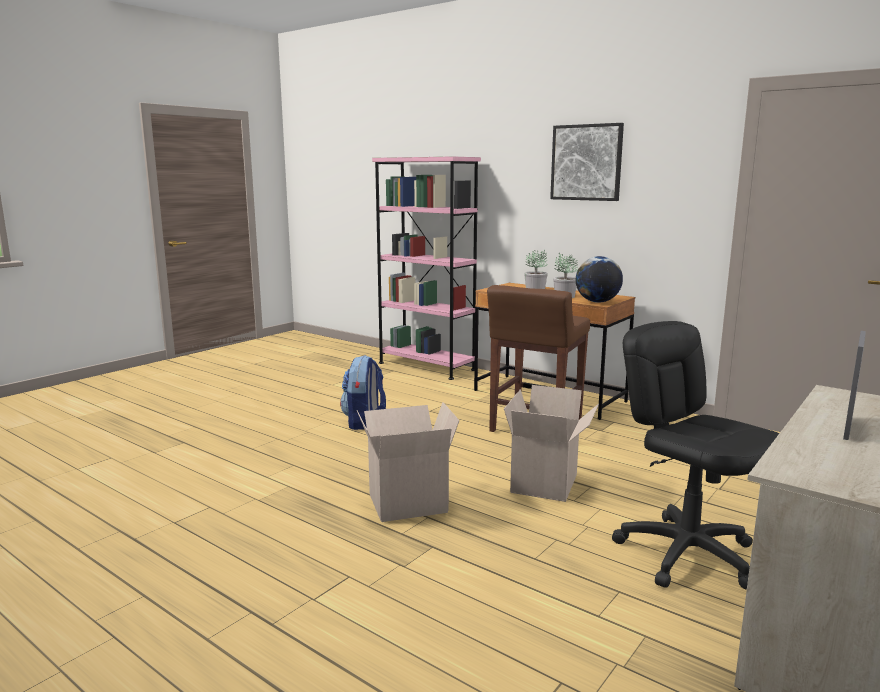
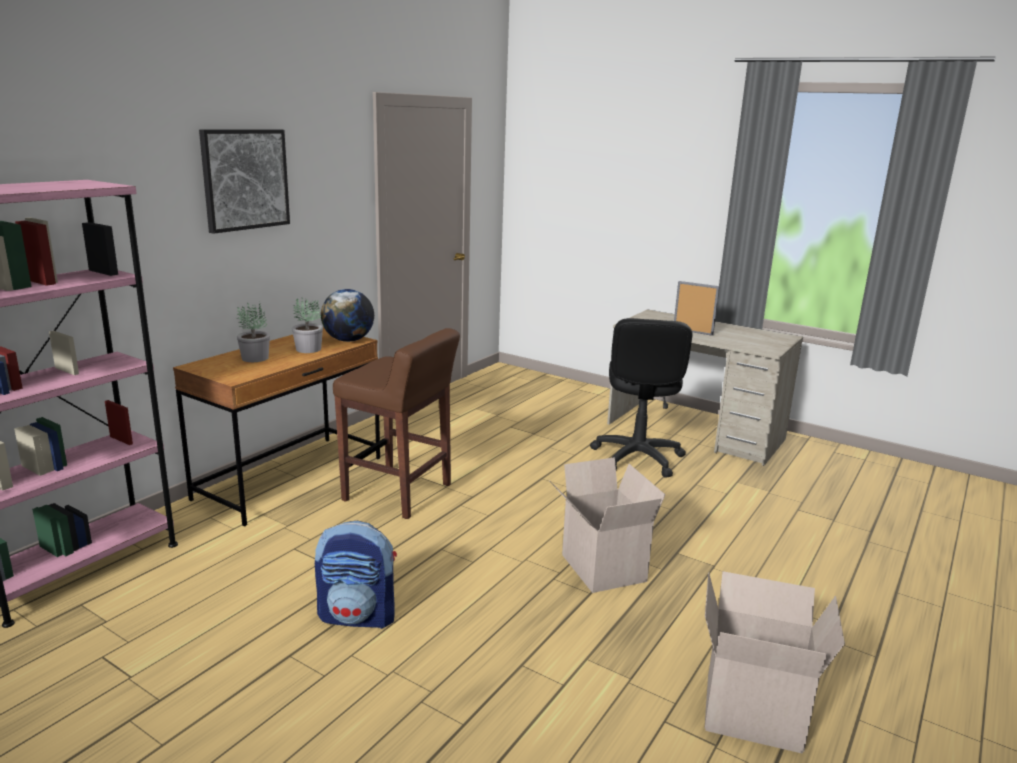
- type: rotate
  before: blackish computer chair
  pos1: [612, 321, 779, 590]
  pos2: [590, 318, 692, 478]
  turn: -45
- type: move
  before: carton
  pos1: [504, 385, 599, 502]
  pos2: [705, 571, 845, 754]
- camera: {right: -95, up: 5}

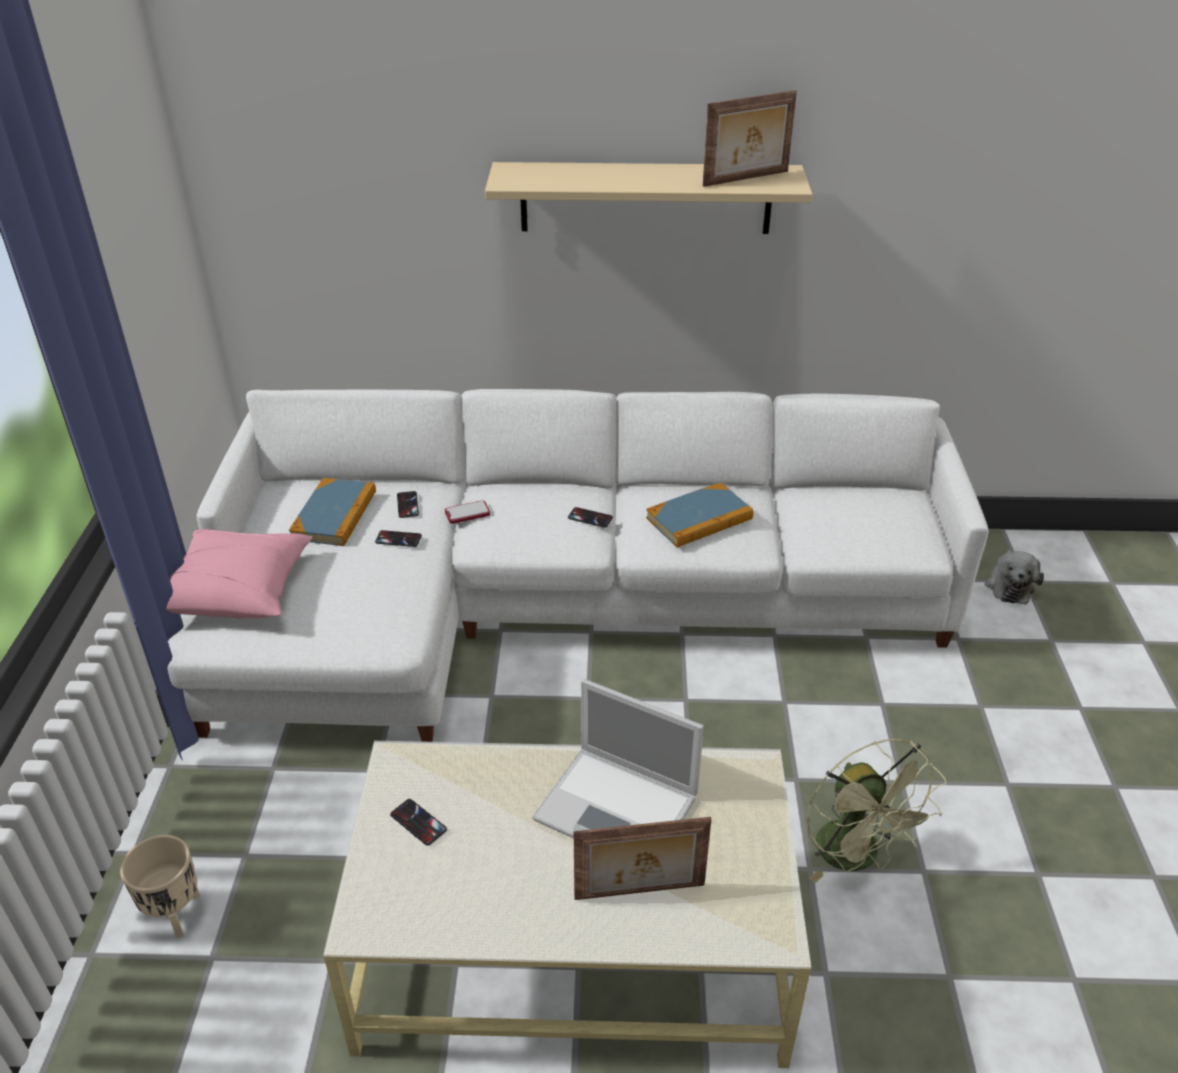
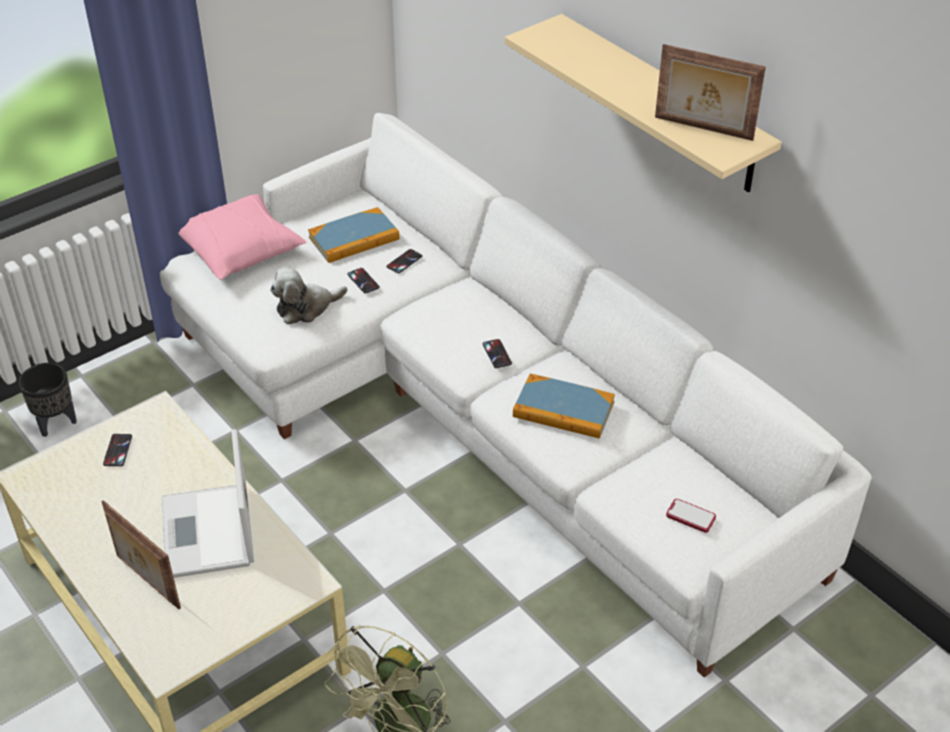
- type: recolor
  before: beige-coloured planter
  after: blackish planter
  pos1: [120, 835, 200, 938]
  pos2: [19, 363, 77, 437]
- type: move
  before: soft toy
  pos1: [985, 550, 1044, 605]
  pos2: [270, 267, 347, 324]
- type: move
  before: handset
  pos1: [445, 500, 490, 524]
  pos2: [666, 499, 716, 533]
- camera: {right: 50, up: 5}

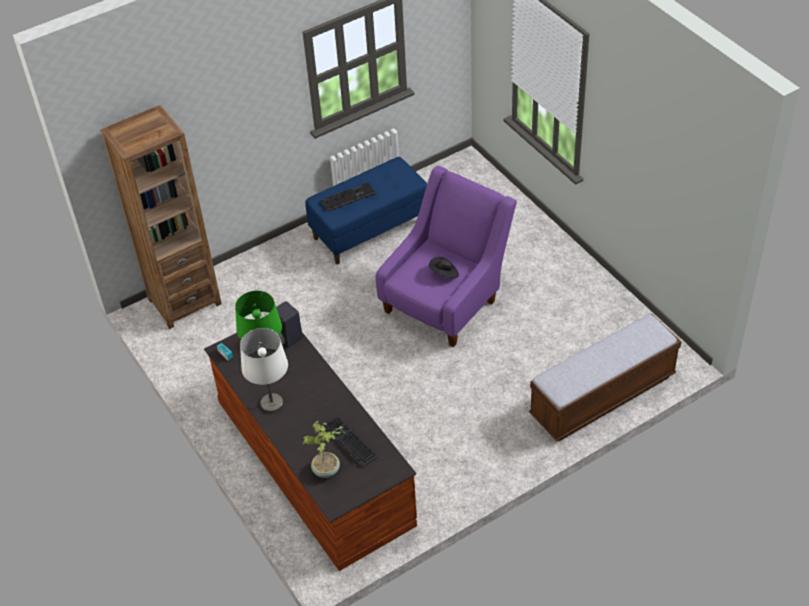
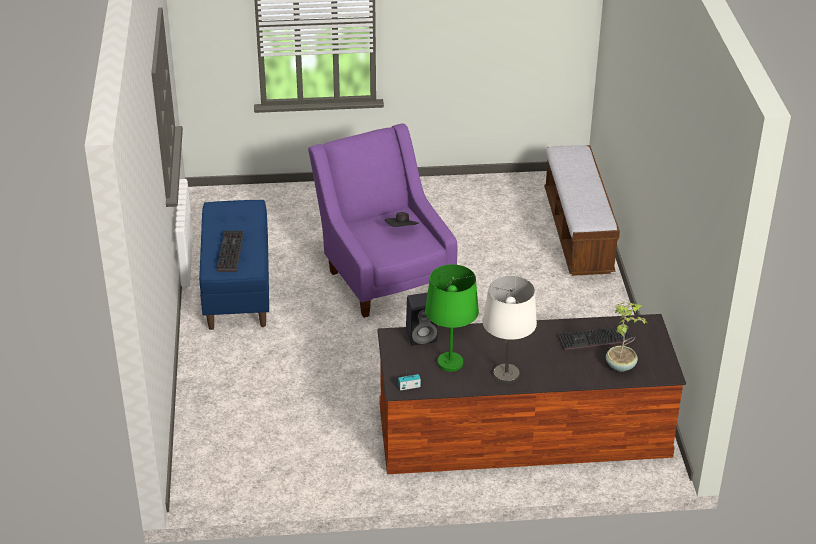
- type: delete
  before: brownish bookcase
  pos1: [101, 105, 222, 329]
- camera: {right: -65, up: -10}

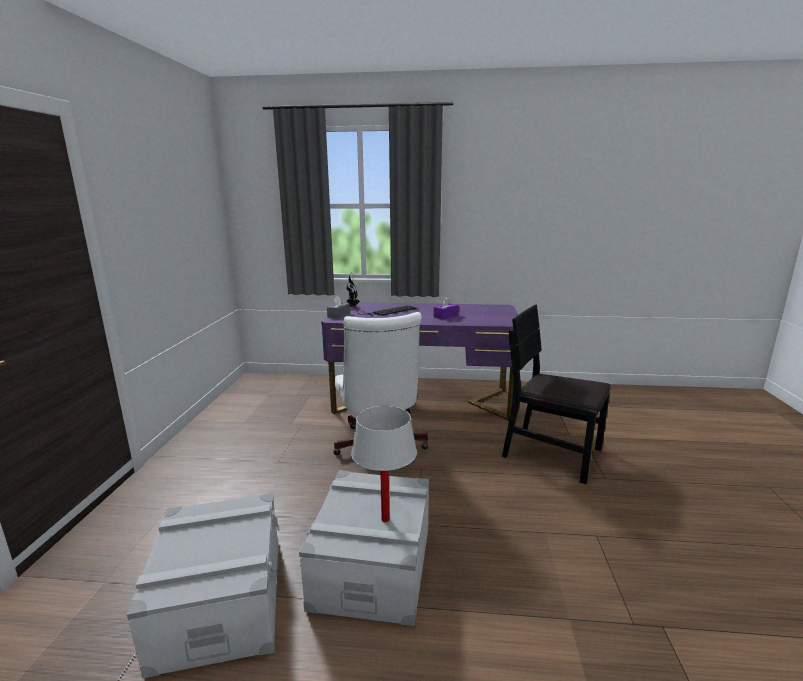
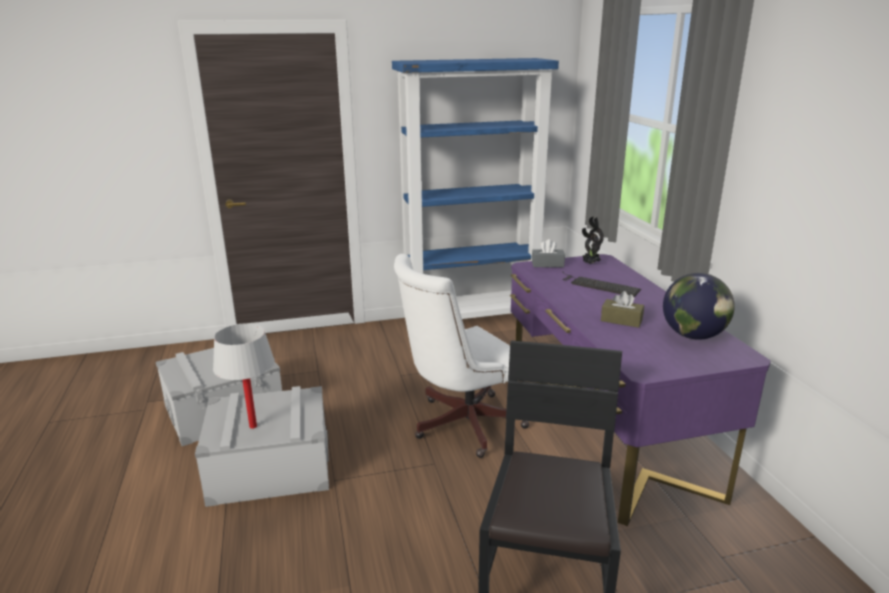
- type: insert
  after: blue-coloured bookcase
  pos2: [392, 58, 559, 319]
- type: recolor
  before: purple-coloured tissue box
  after: brownish tissue box
  pos1: [434, 296, 459, 320]
  pos2: [601, 291, 644, 328]
- type: insert
  after: world globe
  pos2: [663, 273, 735, 340]
- camera: {right: 70, up: 5}

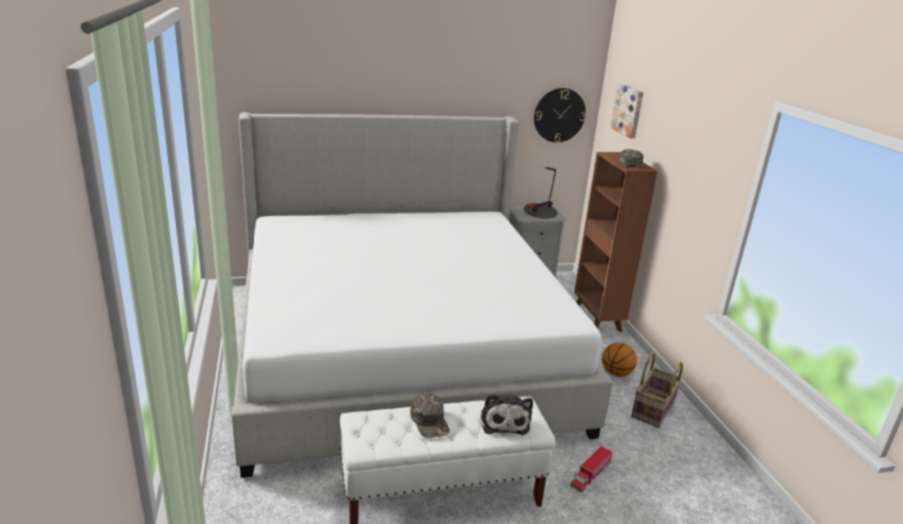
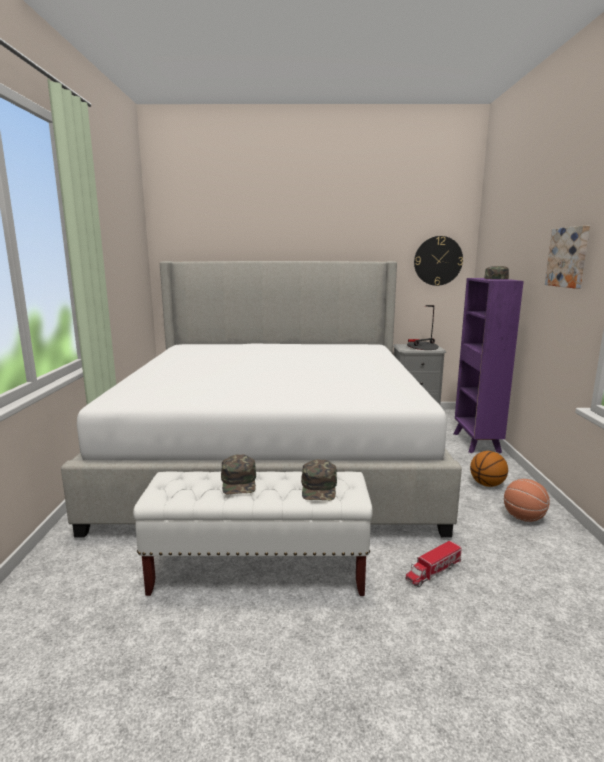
- type: replace
  before: soft toy
  after: greenish cap
  pos1: [481, 394, 533, 435]
  pos2: [301, 459, 337, 500]
- type: recolor
  before: brownish bookcase
  after: purple-coloured bookcase
  pos1: [574, 152, 658, 332]
  pos2: [453, 278, 524, 453]
- type: replace
  before: storage basket
  after: basketball
  pos1: [631, 352, 683, 428]
  pos2: [504, 479, 550, 522]
- type: move
  before: wall art
  pos1: [610, 84, 644, 139]
  pos2: [545, 225, 590, 288]
- camera: {right: 15, up: -10}

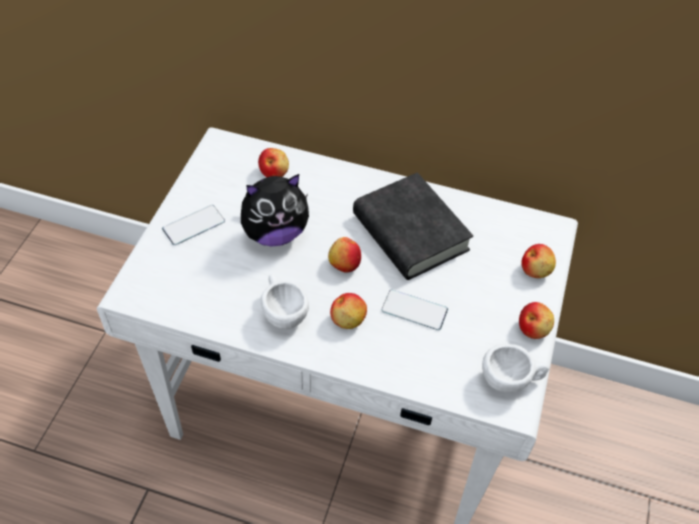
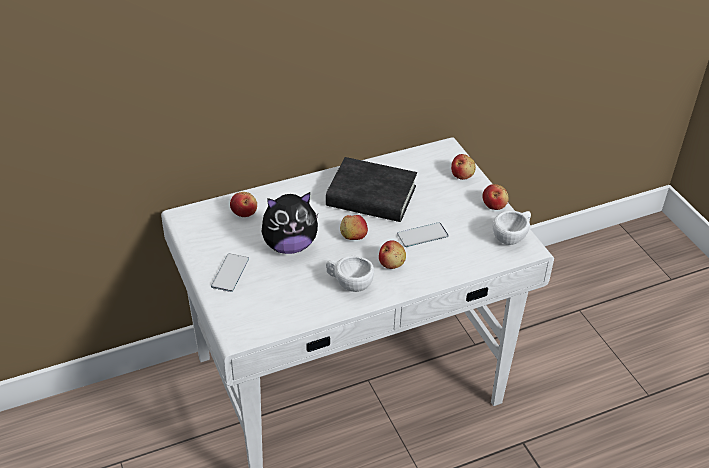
- type: rotate
  before: soft toy
  pos1: [241, 174, 309, 247]
  pos2: [262, 192, 318, 254]
  turn: 45
- camera: {right: -40, up: -10}

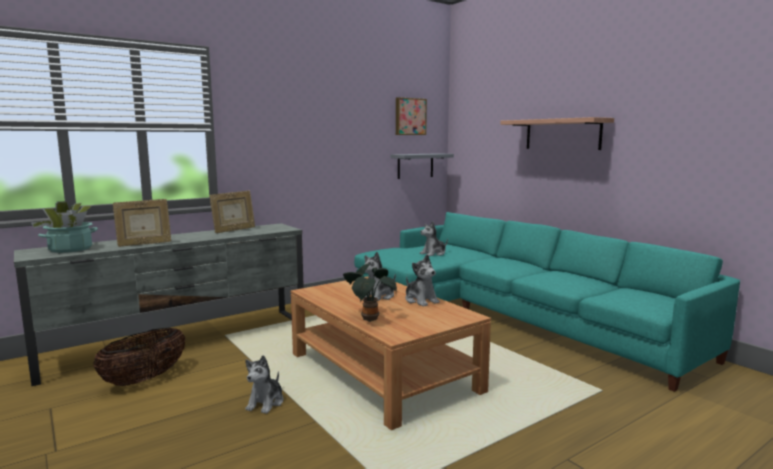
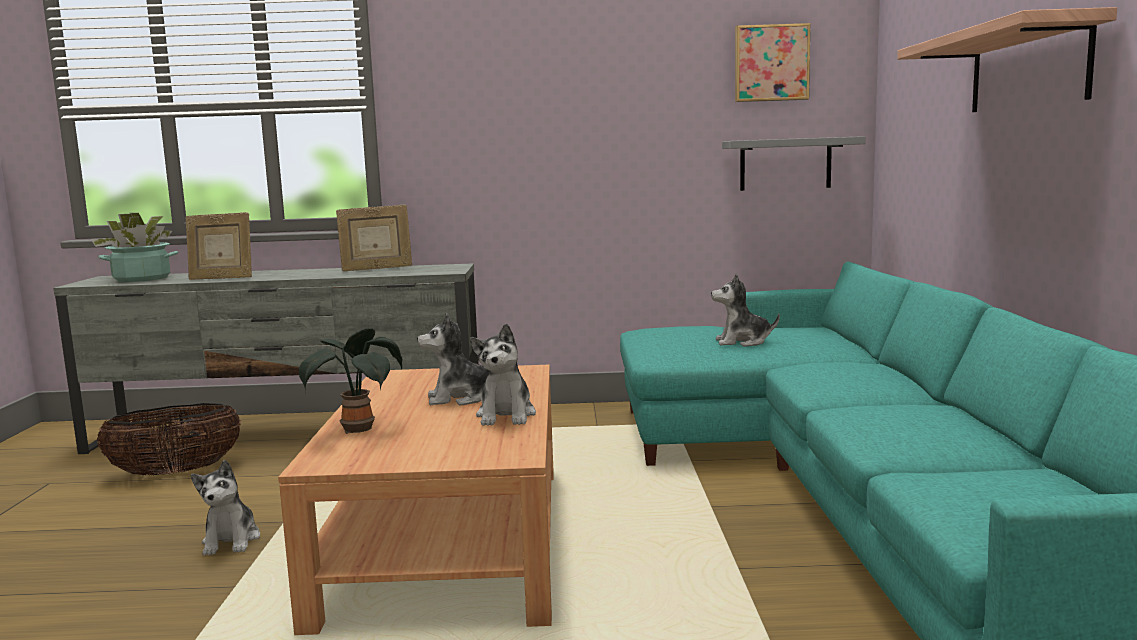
- type: rotate
  before: soft toy
  pos1: [245, 355, 283, 414]
  pos2: [191, 460, 260, 556]
  turn: -60
- camera: {right: 35, up: 0}

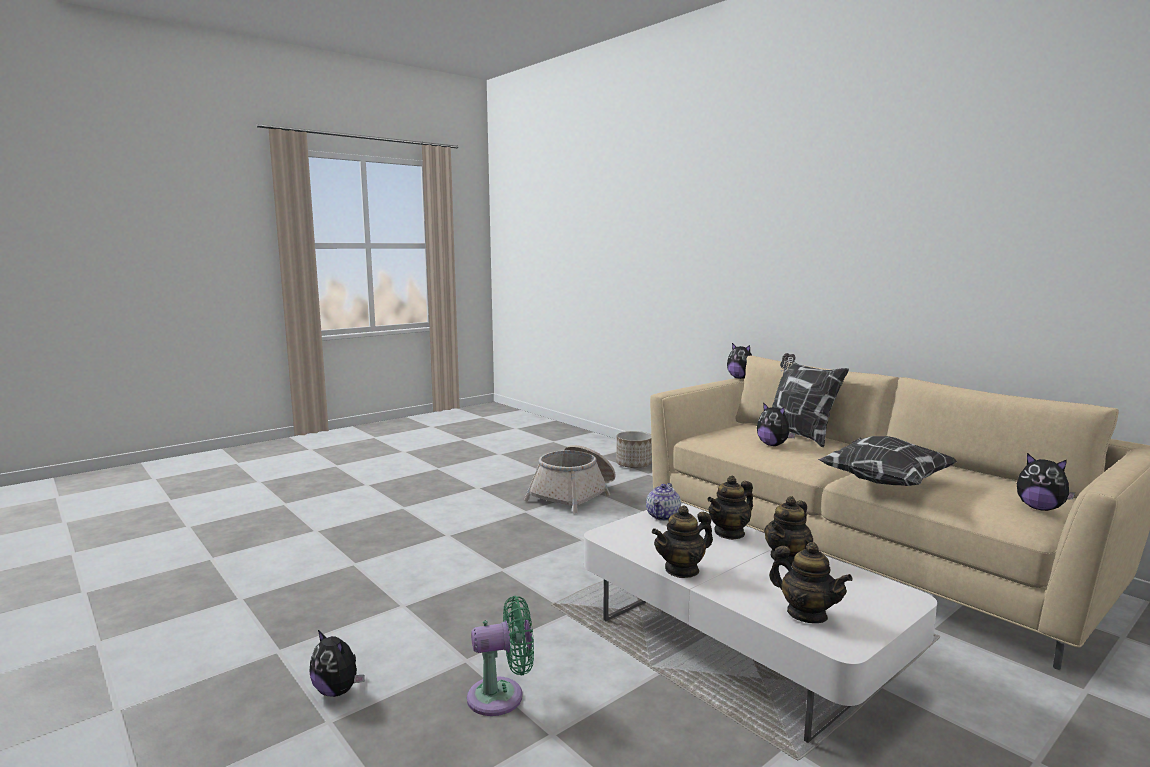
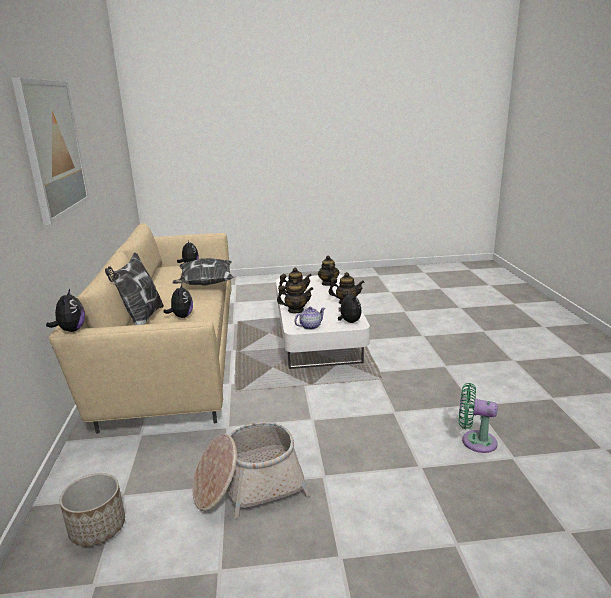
- type: insert
  after: wall art
  pos2: [12, 78, 89, 225]
- type: move
  before: soft toy
  pos1: [309, 630, 365, 697]
  pos2: [338, 291, 362, 323]
- type: move
  before: greenish fan
  pos1: [467, 596, 534, 716]
  pos2: [459, 383, 498, 453]
- camera: {right: -145, up: 10}

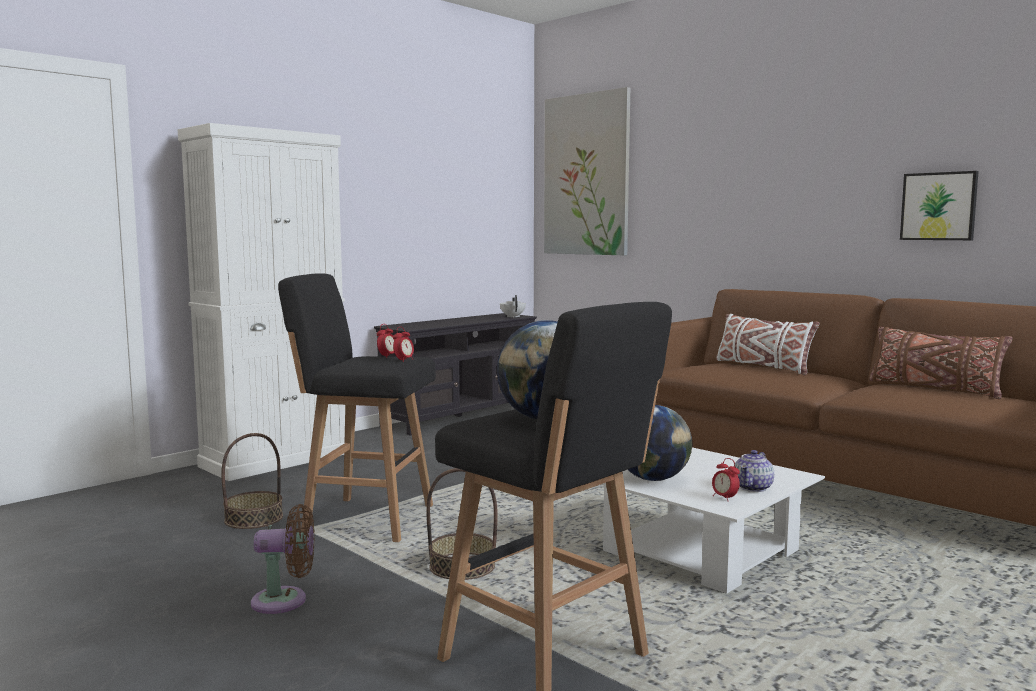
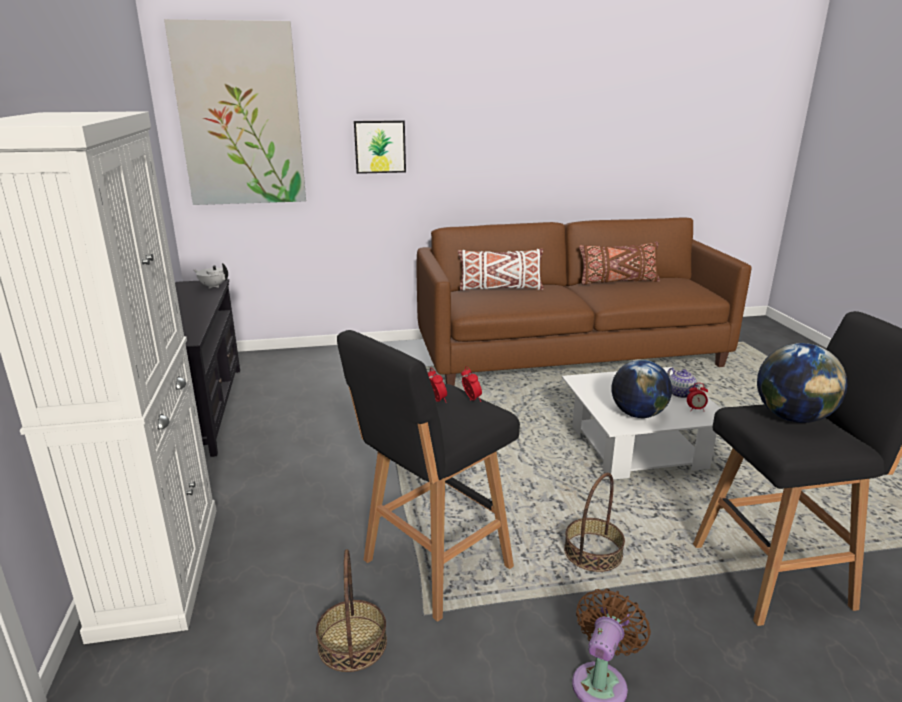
- type: move
  before: wall art
  pos1: [900, 171, 979, 240]
  pos2: [354, 120, 406, 174]
- camera: {right: -55, up: 15}

